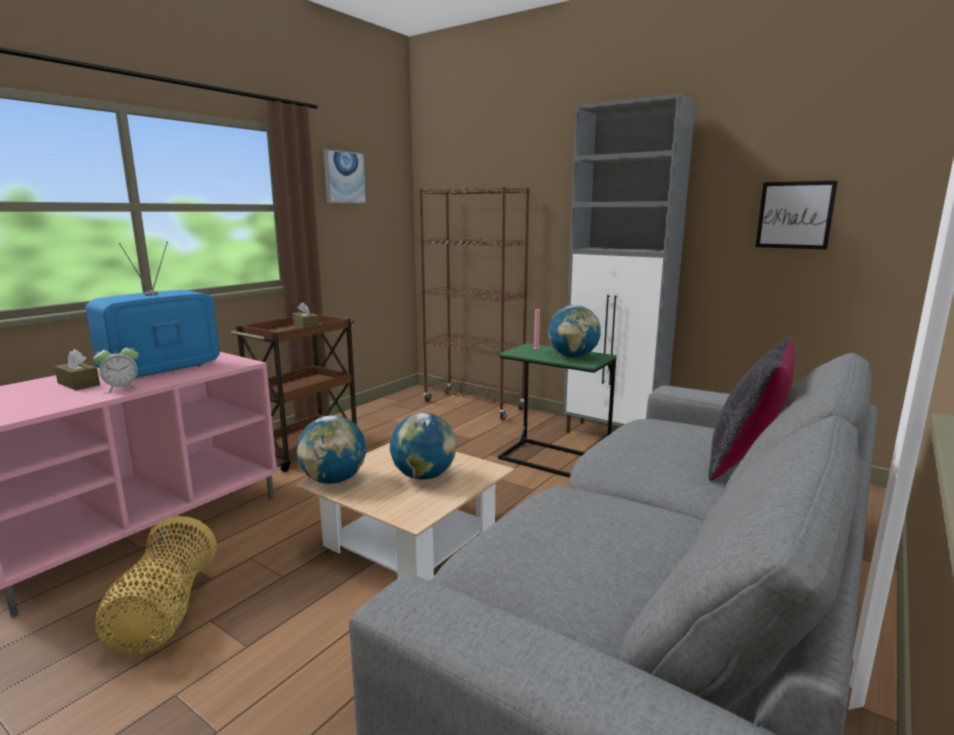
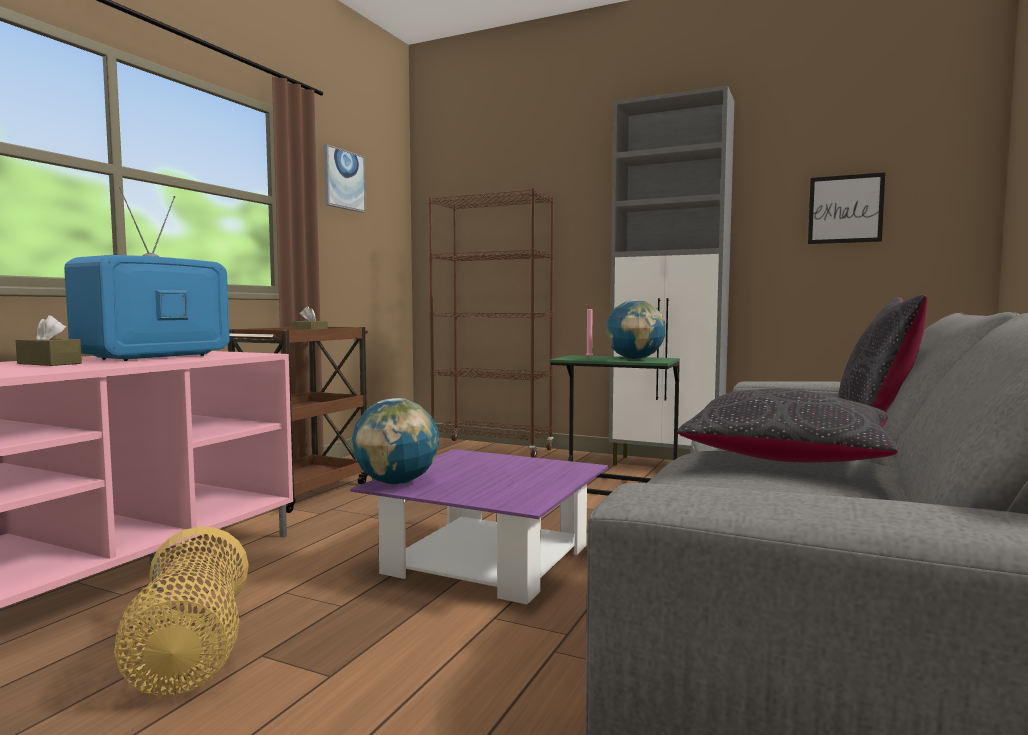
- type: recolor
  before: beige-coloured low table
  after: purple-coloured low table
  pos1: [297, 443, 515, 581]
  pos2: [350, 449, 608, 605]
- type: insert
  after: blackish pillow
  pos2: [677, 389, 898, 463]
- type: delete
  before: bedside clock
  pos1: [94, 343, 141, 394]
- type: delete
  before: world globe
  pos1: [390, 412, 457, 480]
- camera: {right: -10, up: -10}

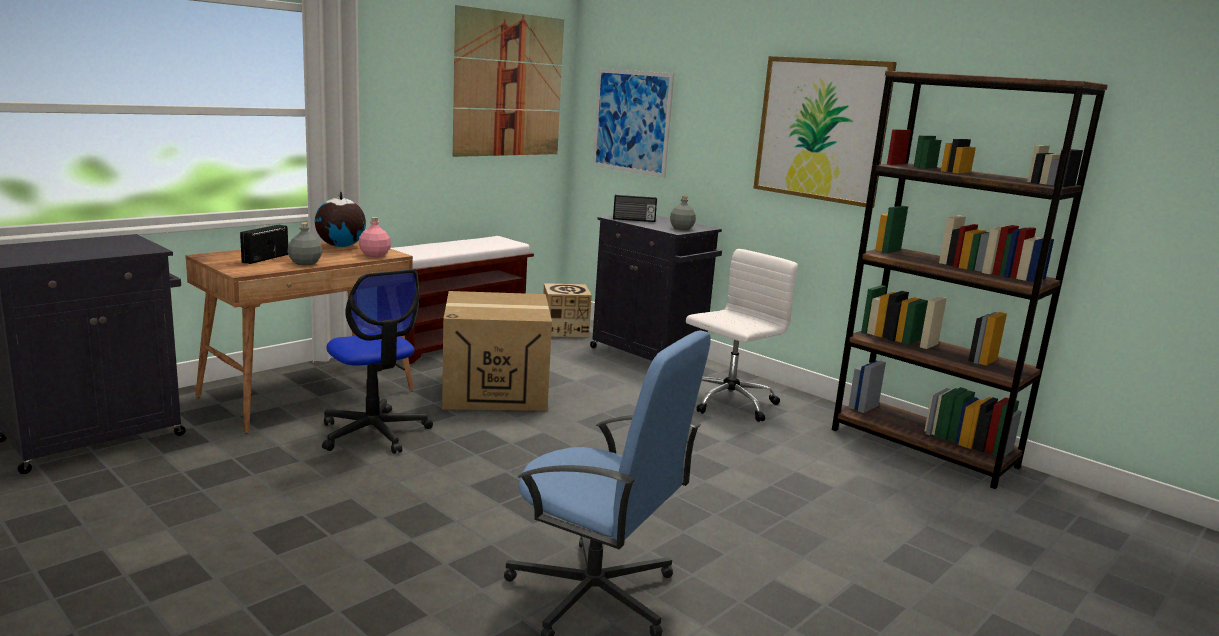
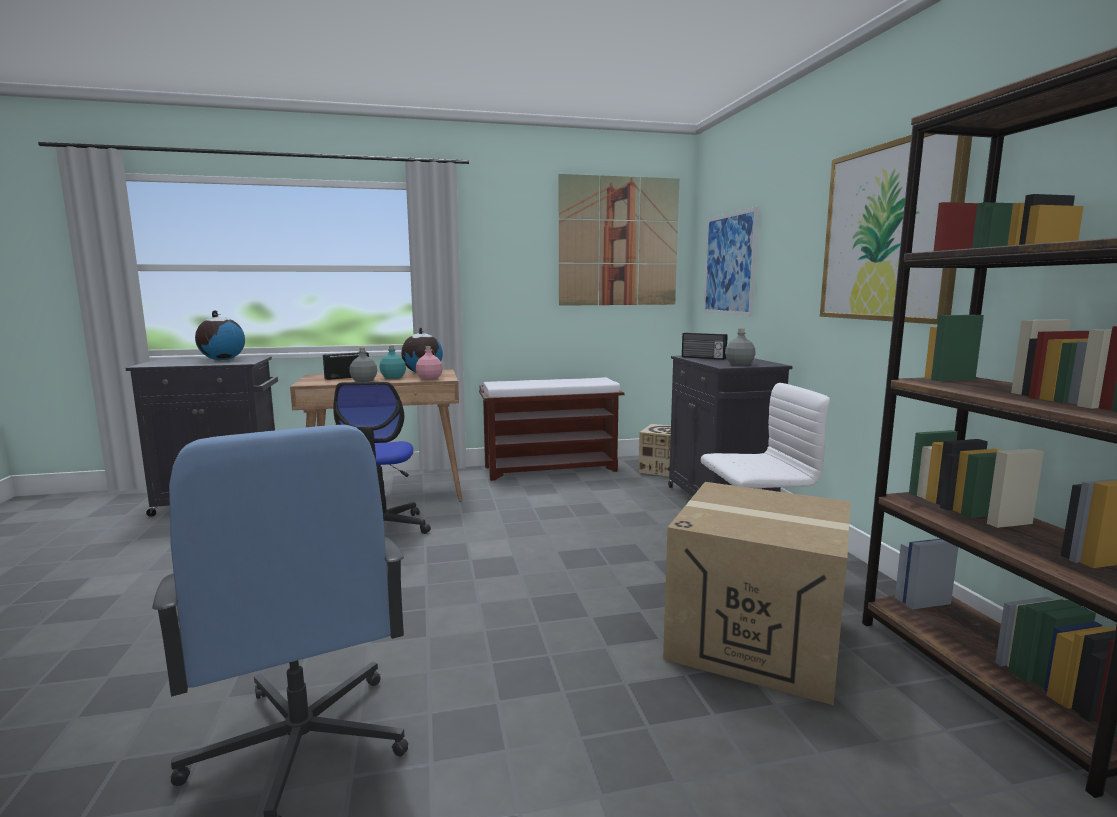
- type: insert
  after: world globe
  pos2: [195, 310, 245, 361]
- type: insert
  after: blue-green drink bottle
  pos2: [380, 346, 406, 379]
- type: move
  before: carton
  pos1: [442, 291, 552, 411]
  pos2: [663, 482, 851, 705]
- camera: {right: 35, up: -5}

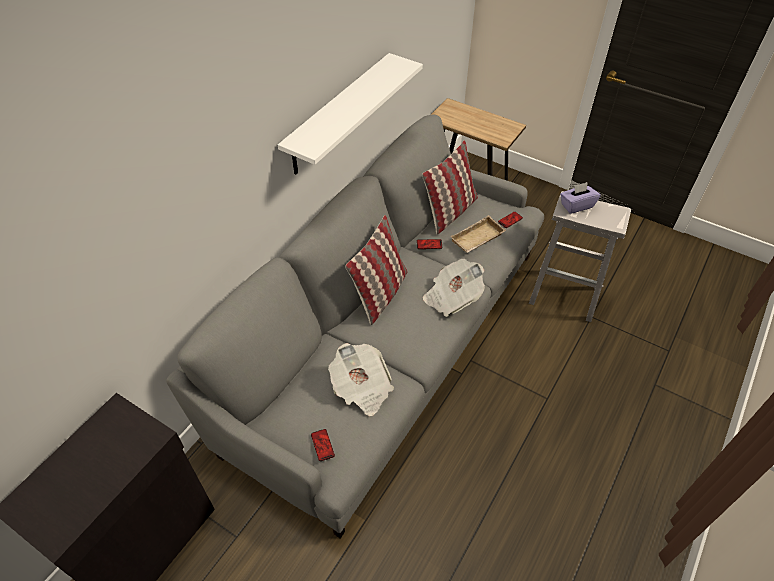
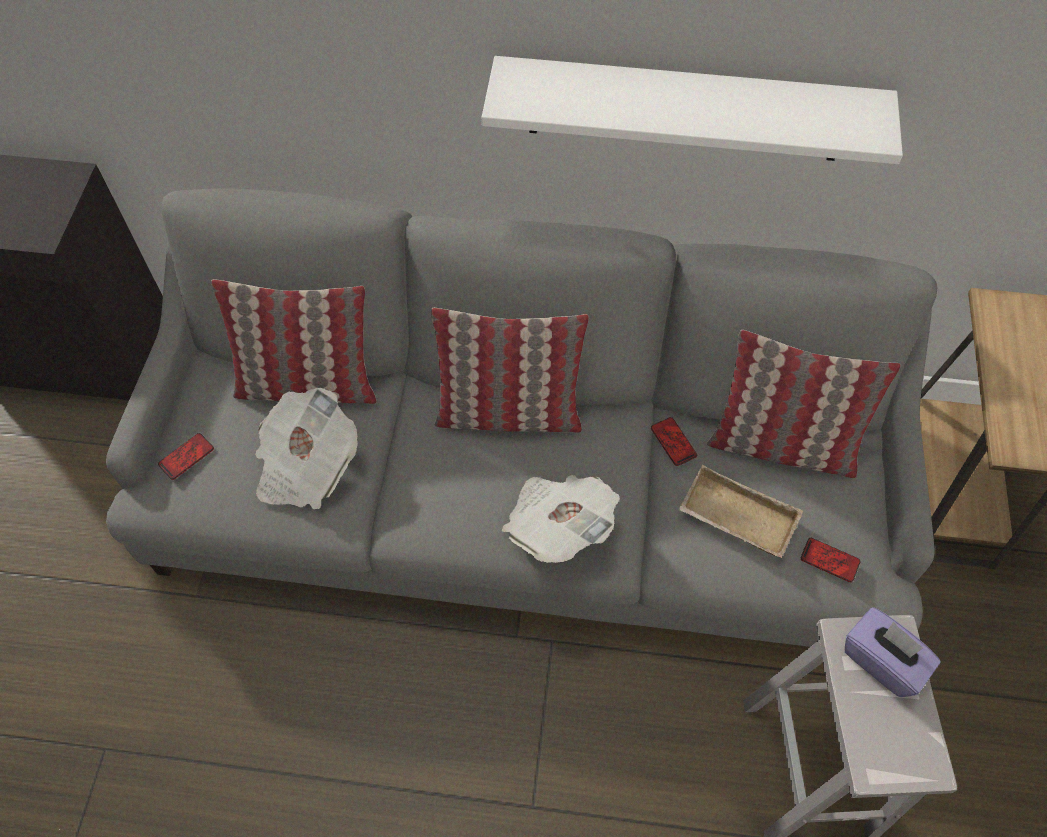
- type: insert
  after: pillow
  pos2: [211, 279, 377, 404]
- camera: {right: 65, up: 10}

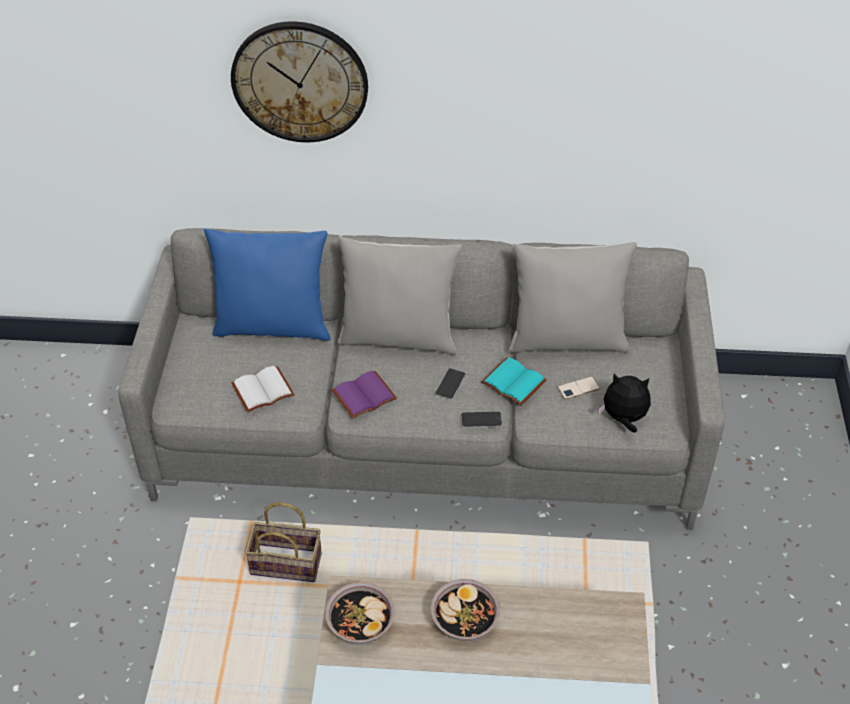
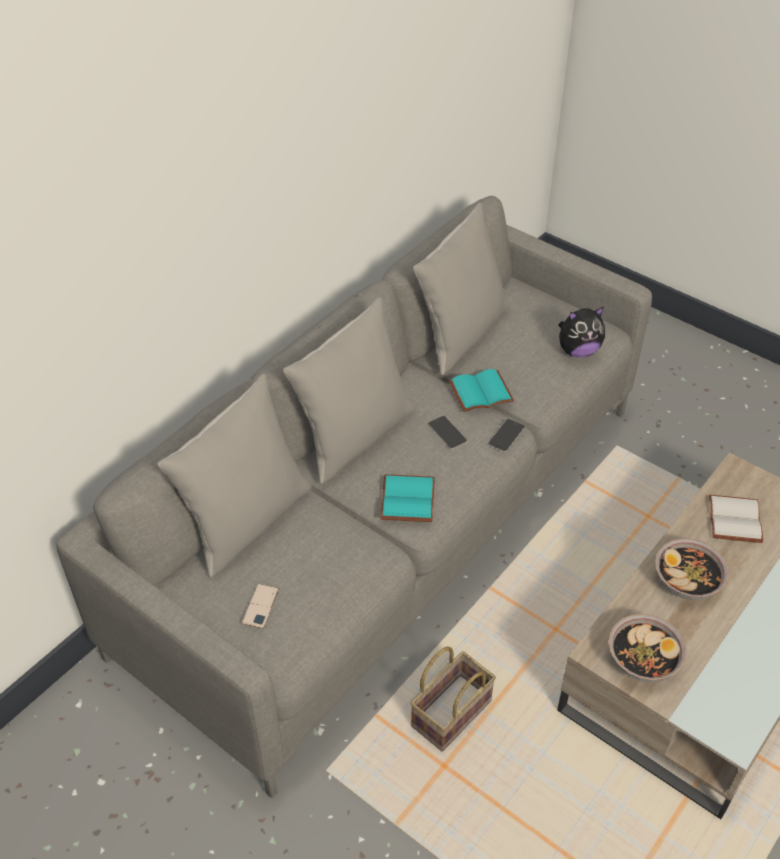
- type: recolor
  before: blue-coloured pillow
  after: greyish pillow
  pos1: [204, 228, 331, 341]
  pos2: [157, 374, 312, 578]
- type: move
  before: handset
  pos1: [557, 377, 600, 399]
  pos2: [242, 584, 279, 629]
- type: recolor
  before: purple-coloured book
  after: blue-green book
  pos1: [332, 371, 397, 419]
  pos2: [380, 474, 435, 522]
- type: rotate
  before: soft toy
  pos1: [598, 374, 651, 433]
  pos2: [559, 306, 605, 358]
  turn: -150
- type: move
  before: white book
  pos1: [231, 366, 294, 412]
  pos2: [709, 495, 763, 543]
- type: delete
  before: wall clock
  pos1: [231, 21, 368, 142]
- camera: {right: -55, up: 0}

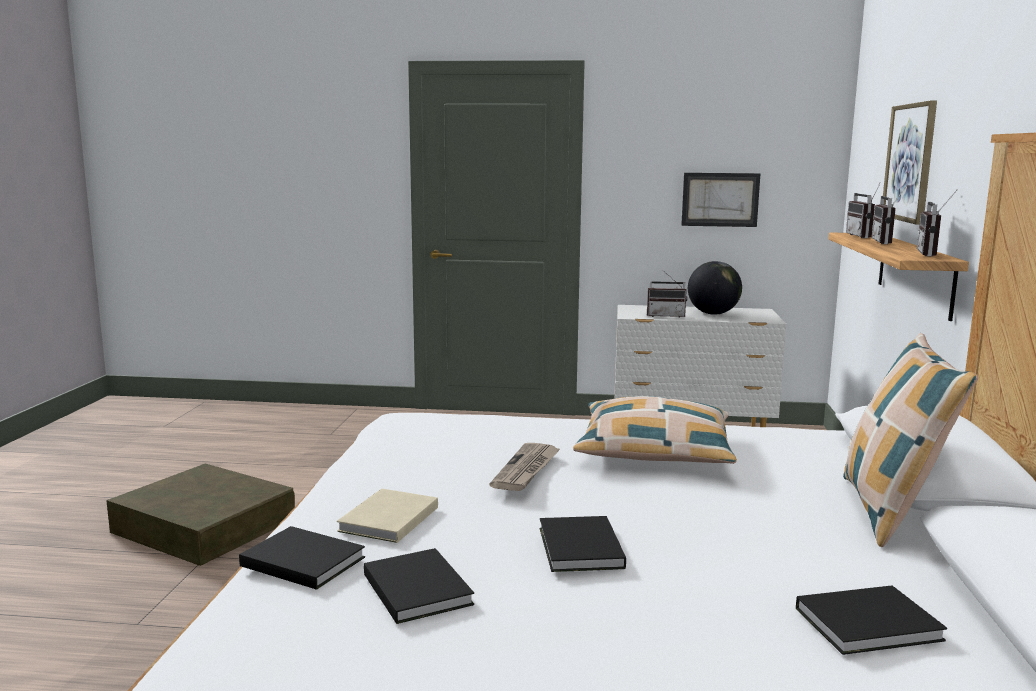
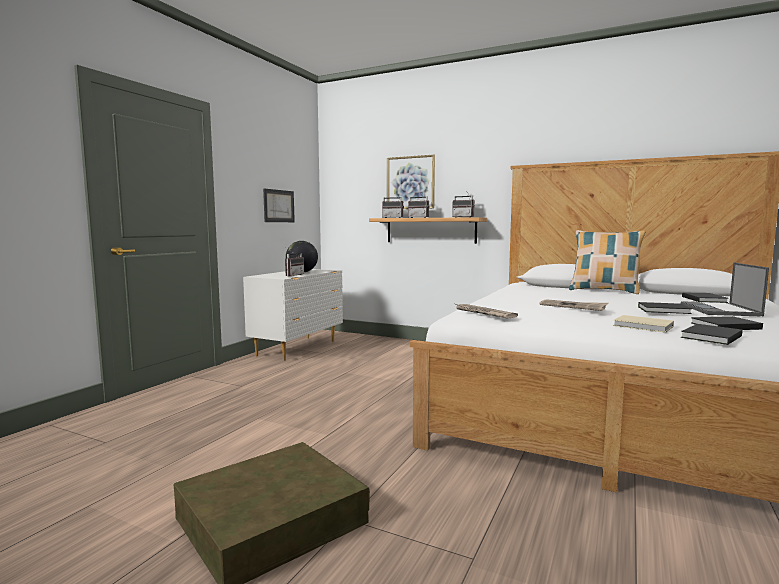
- type: insert
  after: newspaper
  pos2: [455, 304, 518, 318]
- type: insert
  after: laptop
  pos2: [681, 263, 769, 316]
- type: delete
  before: pillow
  pos1: [573, 396, 737, 464]
- camera: {right: -70, up: -5}

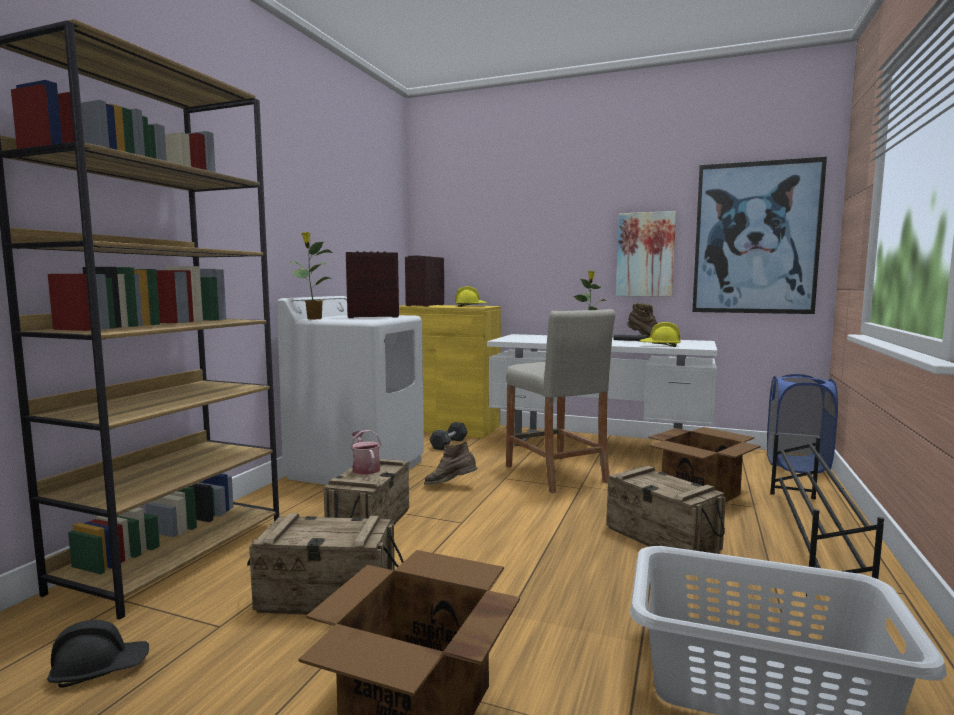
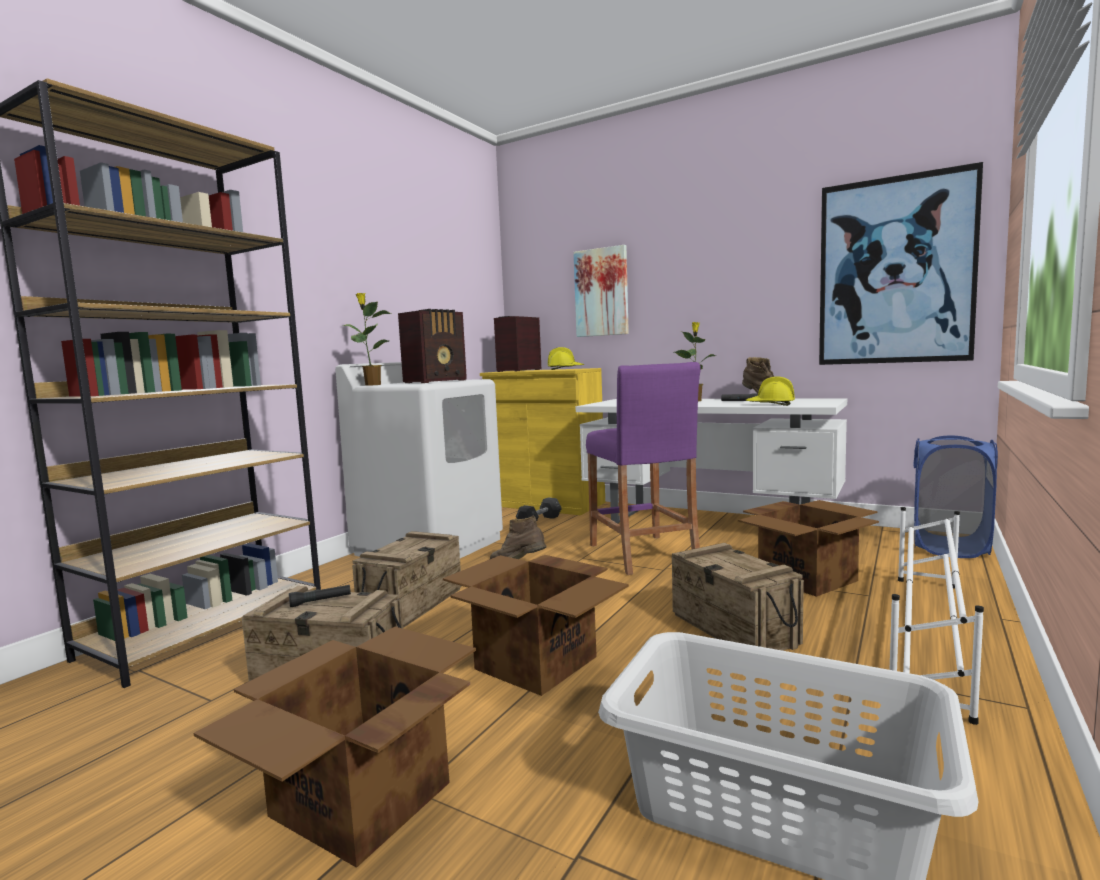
- type: insert
  after: blackish flashlight
  pos2: [289, 585, 351, 607]
- type: rotate
  before: radio
  pos1: [346, 251, 399, 318]
  pos2: [398, 309, 467, 383]
  turn: 135
- type: insert
  after: carton
  pos2: [443, 555, 629, 696]
- type: move
  before: wall art
  pos1: [616, 211, 676, 297]
  pos2: [573, 245, 629, 337]
- type: recolor
  before: beige-coloured stool seat
  after: purple-coloured stool seat
  pos1: [506, 309, 616, 493]
  pos2: [586, 362, 701, 575]
- type: recolor
  before: blackish shoe shelf
  after: white shoe shelf
  pos1: [770, 434, 884, 597]
  pos2: [889, 507, 984, 725]
- type: delete
  before: blackish work helmet
  pos1: [47, 620, 149, 688]
- type: delete
  before: sprinkling can
  pos1: [350, 430, 381, 475]
- camera: {right: 10, up: 0}

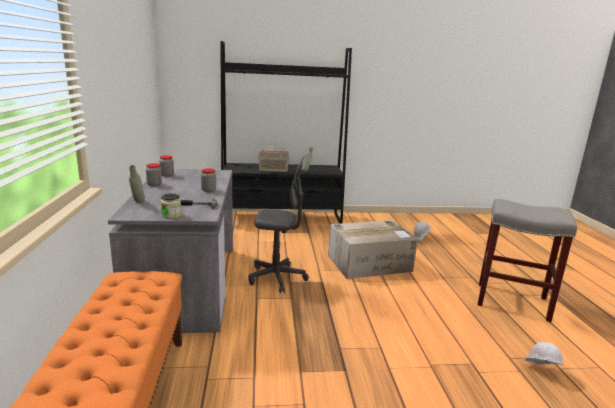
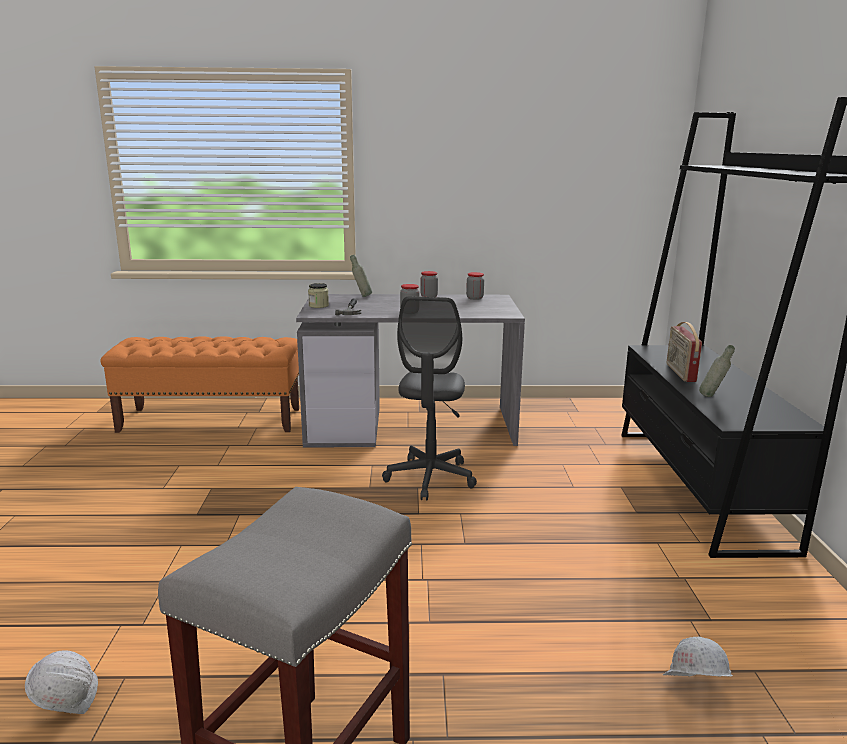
- type: delete
  before: carton
  pos1: [328, 220, 418, 279]
- camera: {right: 95, up: 0}

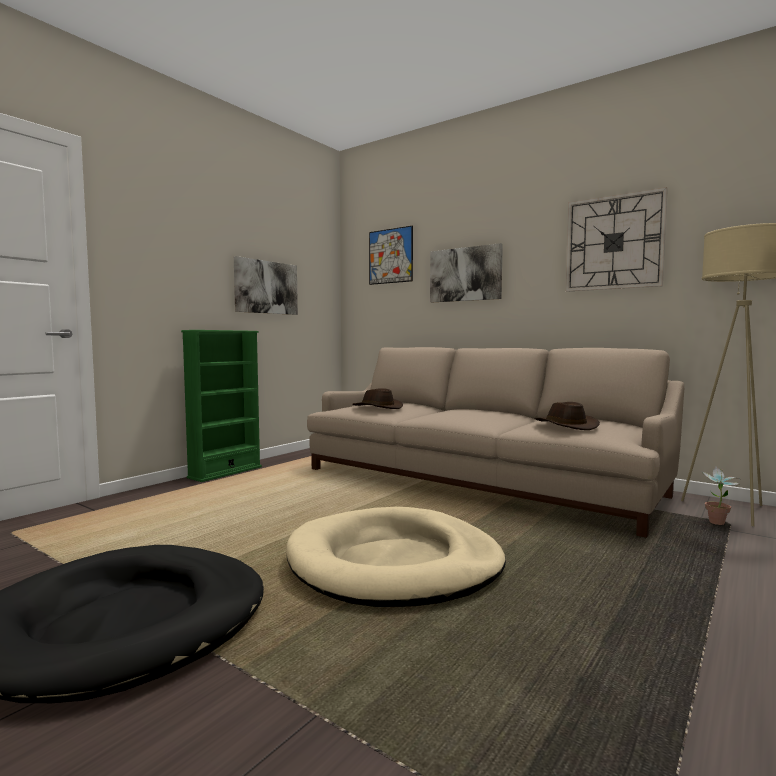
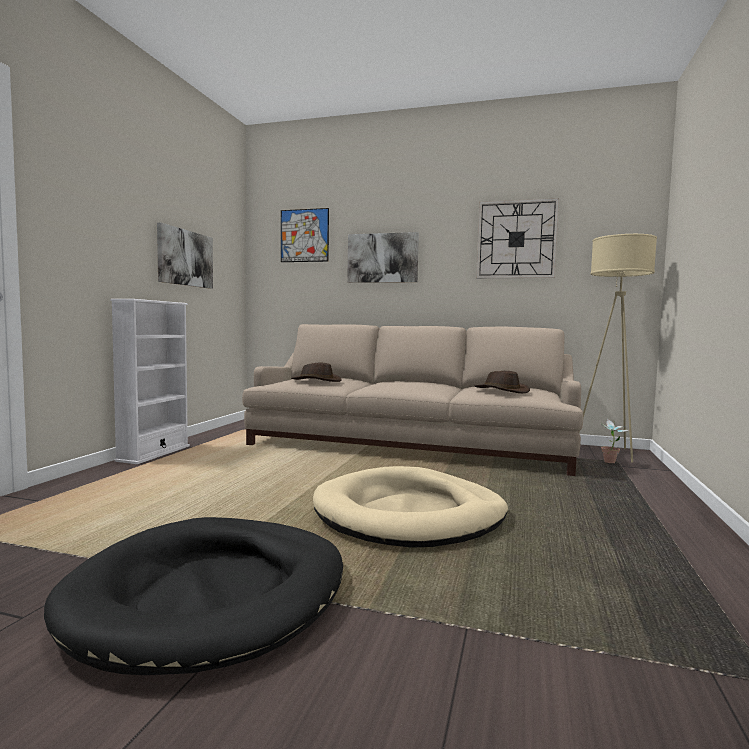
- type: recolor
  before: greenish bookcase
  after: white bookcase
  pos1: [181, 330, 262, 482]
  pos2: [110, 299, 190, 464]
- camera: {right: -20, up: 0}

